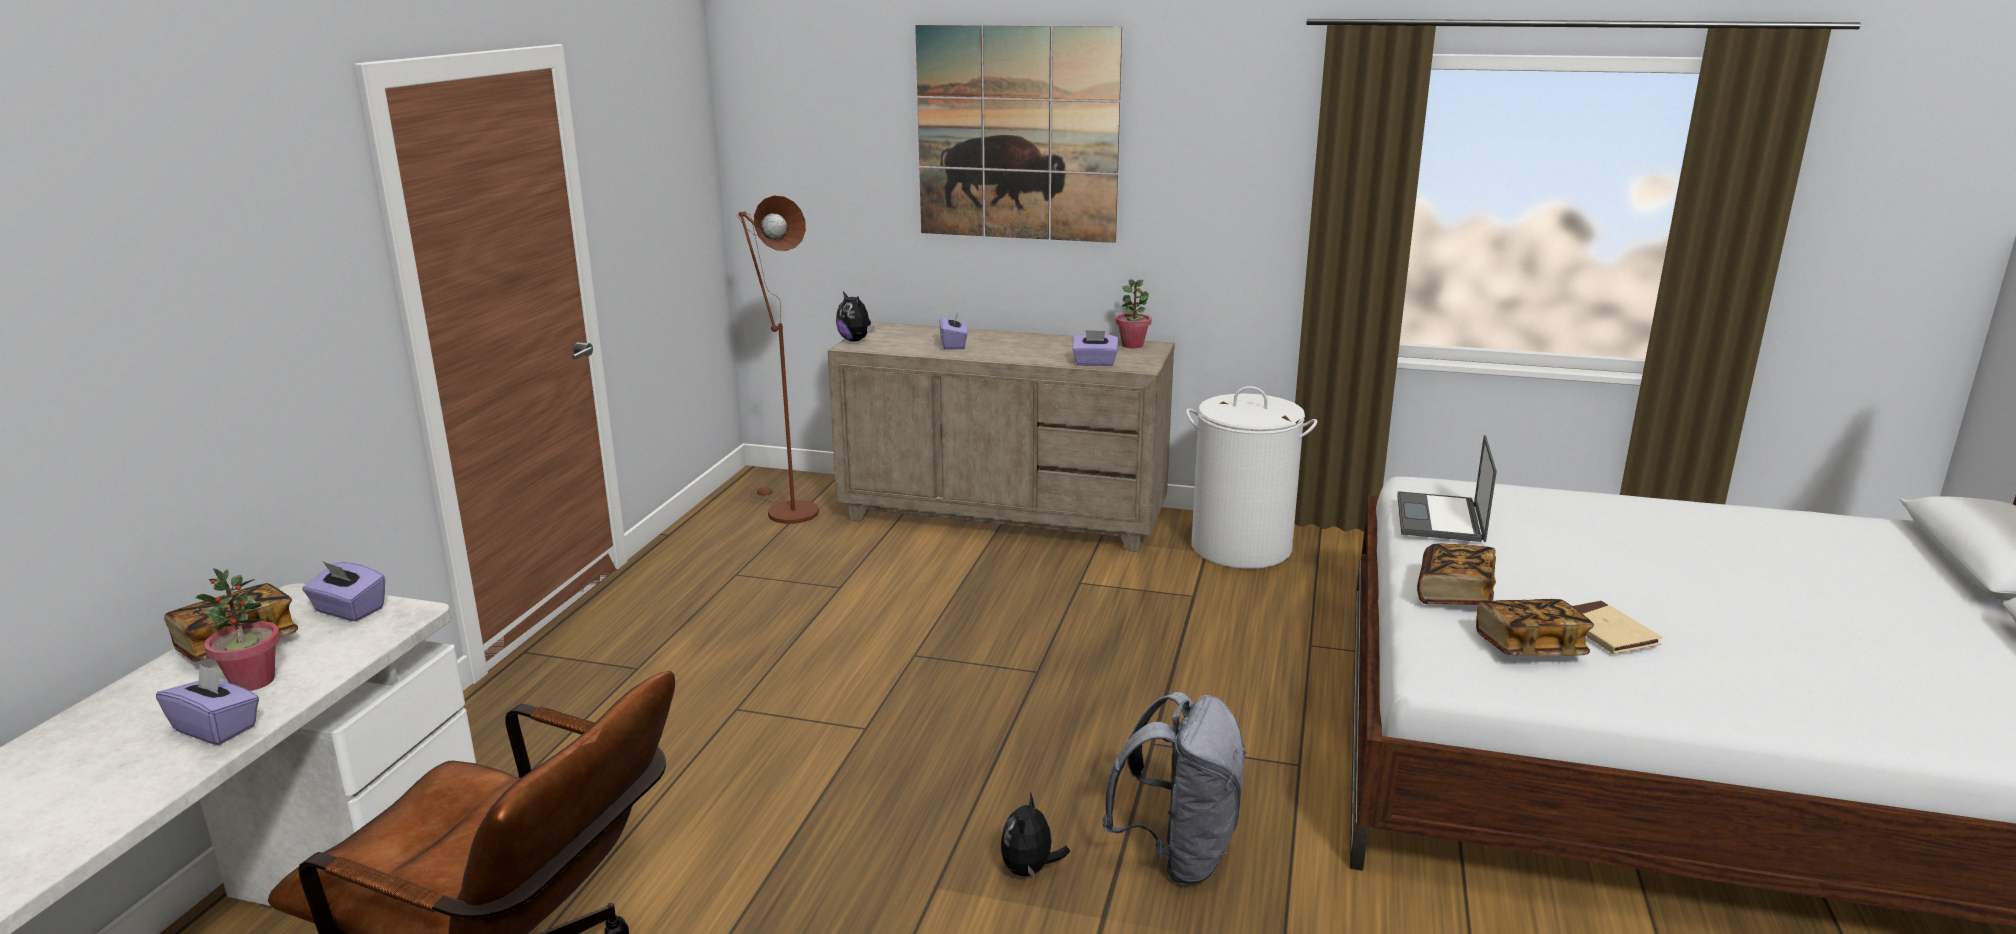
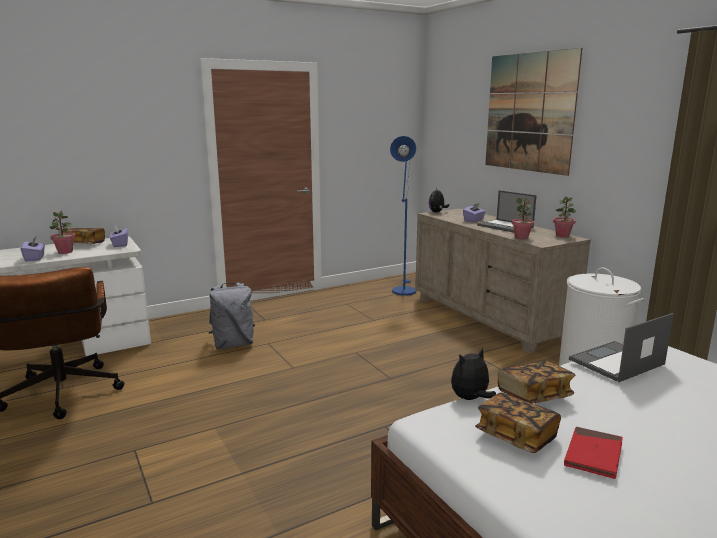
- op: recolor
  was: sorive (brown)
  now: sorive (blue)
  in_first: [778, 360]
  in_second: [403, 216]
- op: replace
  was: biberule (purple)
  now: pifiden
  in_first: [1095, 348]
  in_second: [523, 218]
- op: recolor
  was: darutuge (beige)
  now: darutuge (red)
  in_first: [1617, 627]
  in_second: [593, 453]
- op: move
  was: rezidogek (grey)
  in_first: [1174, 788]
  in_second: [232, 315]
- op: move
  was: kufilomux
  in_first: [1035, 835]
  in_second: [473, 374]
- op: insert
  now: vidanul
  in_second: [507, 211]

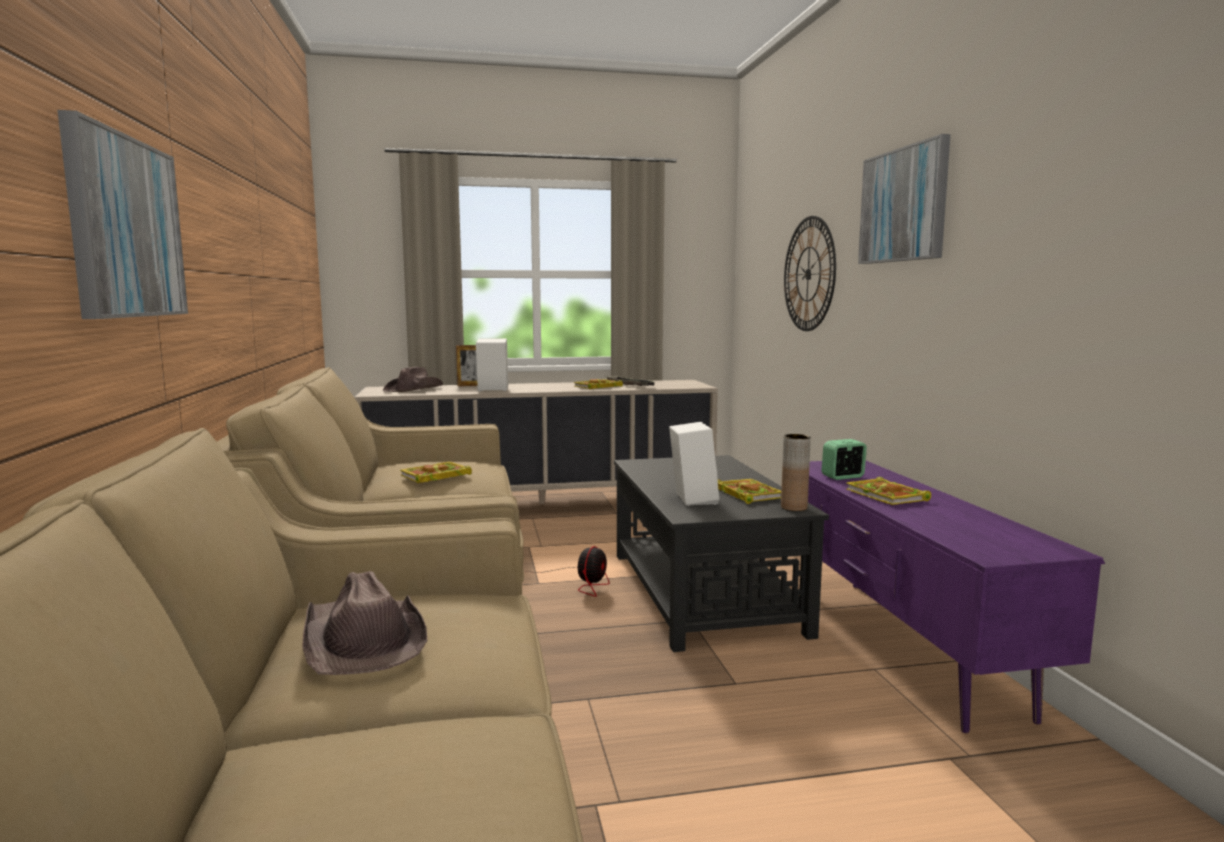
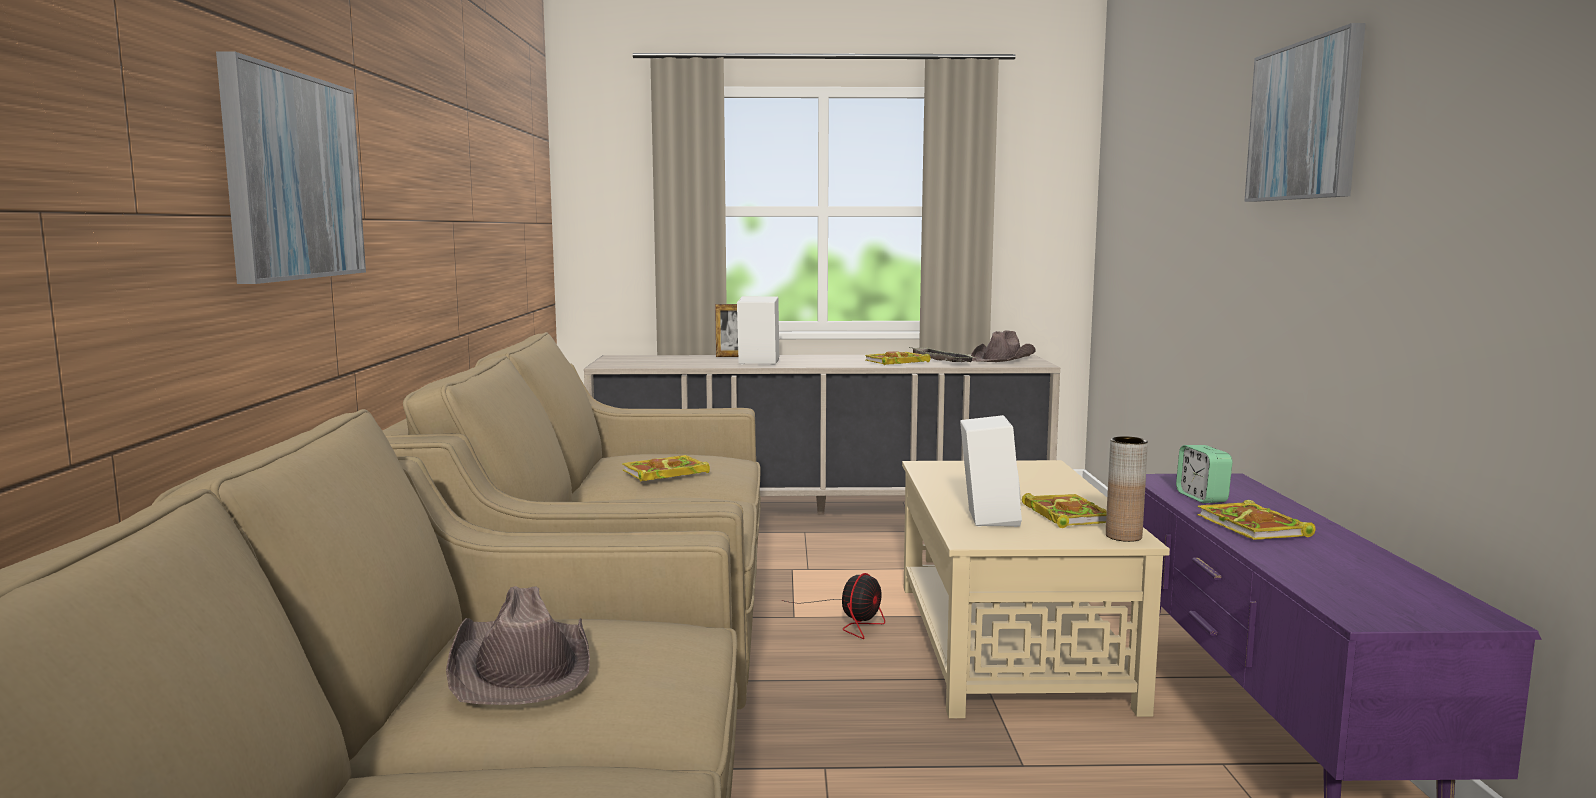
- op: delete
  was: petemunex
  in_first: [810, 273]
- op: move
  was: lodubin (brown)
  in_first: [413, 379]
  in_second: [1003, 346]
- op: rotate
  was: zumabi
  in_first: [844, 459]
  in_second: [1204, 474]
  clockwise: -90
- op: recolor
  was: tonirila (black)
  now: tonirila (beige)
  in_first: [721, 553]
  in_second: [1036, 589]

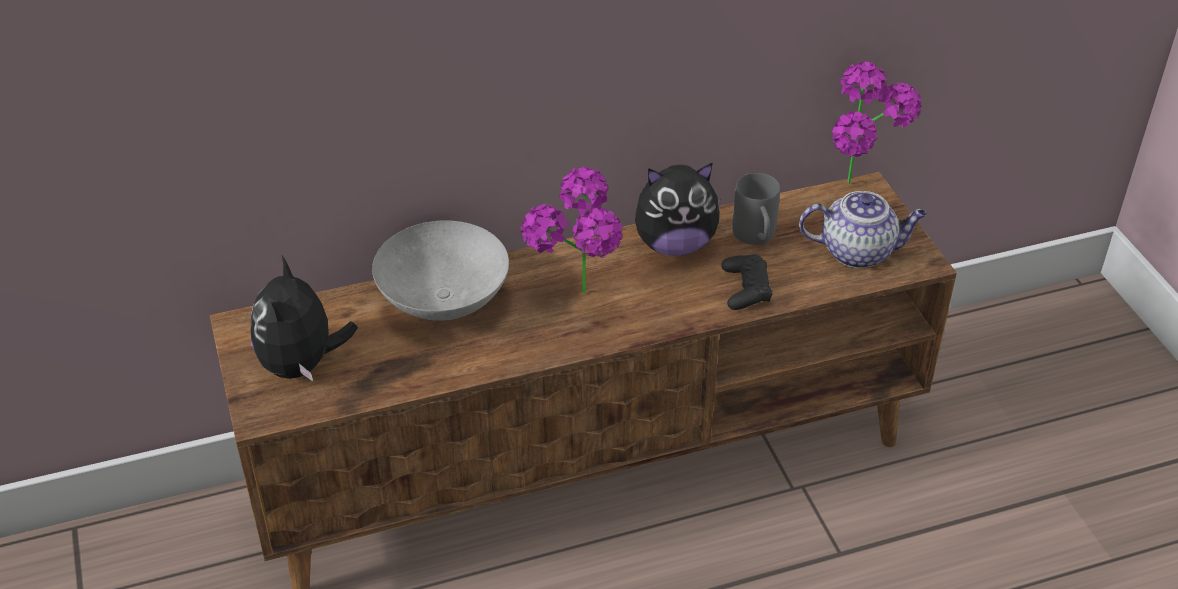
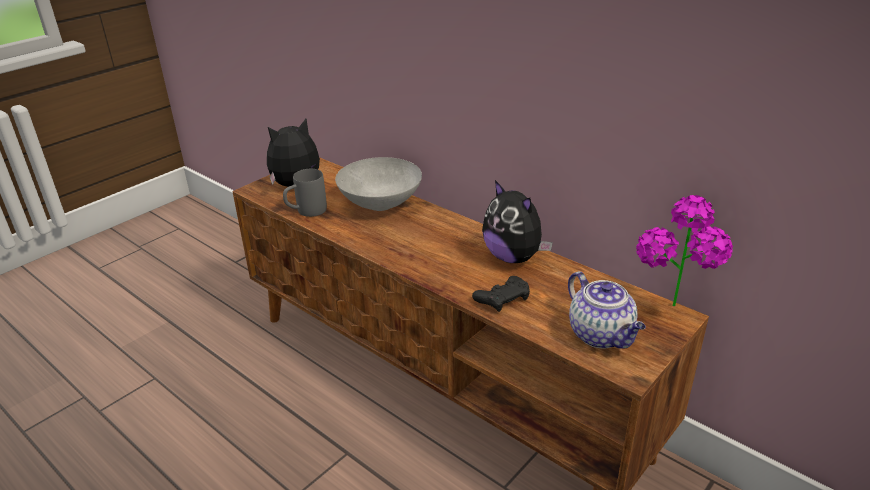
- op: delete
  was: pifiden
  in_first: [572, 230]
- op: move
  was: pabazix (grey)
  in_first: [756, 209]
  in_second: [305, 193]

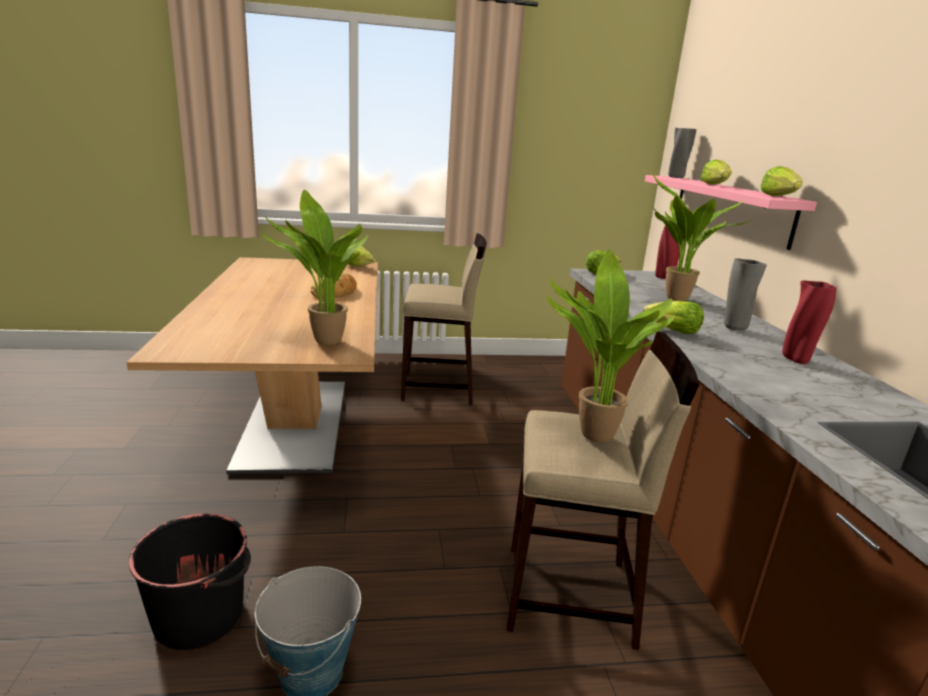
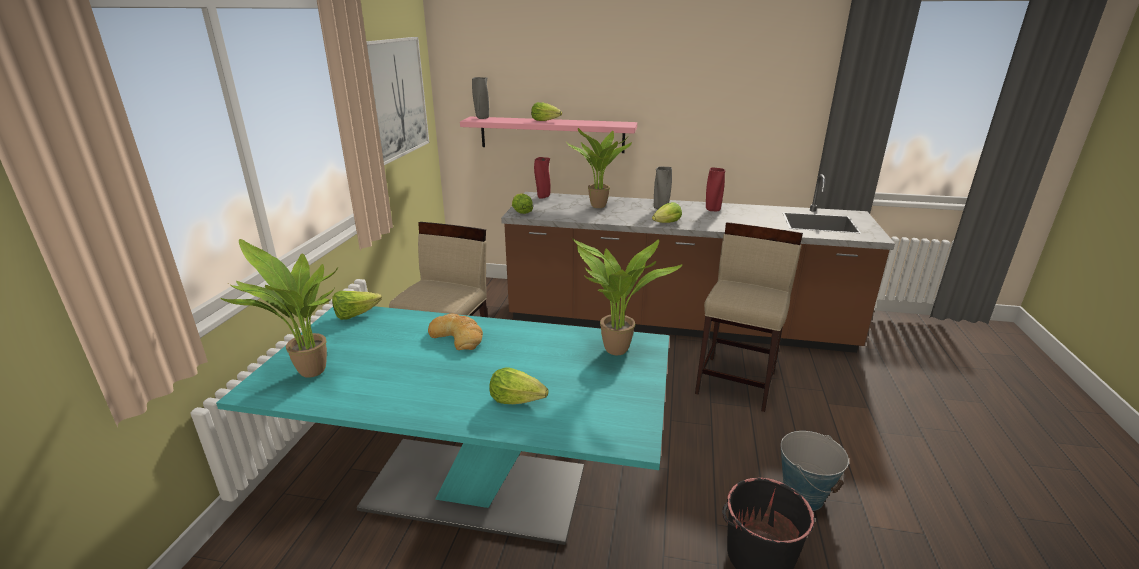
- op: move
  was: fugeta
  in_first: [782, 181]
  in_second: [519, 385]
- op: move
  was: pifiden
  in_first: [611, 346]
  in_second: [279, 308]
- op: recolor
  was: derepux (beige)
  now: derepux (turquoise)
  in_first: [252, 366]
  in_second: [442, 425]
- op: insert
  now: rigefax
  in_second: [397, 101]

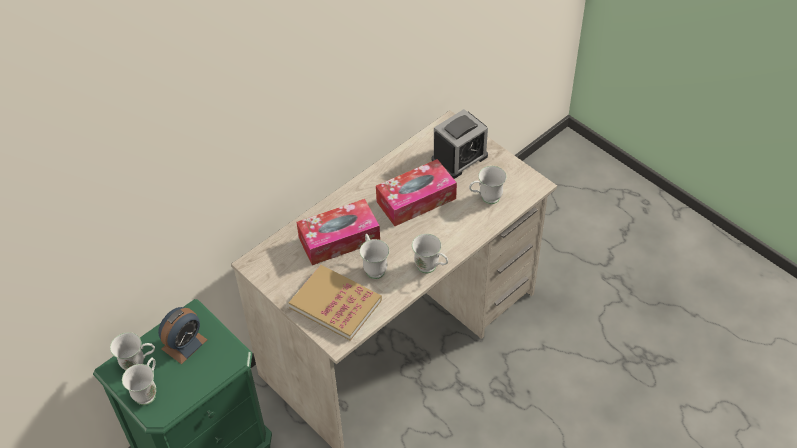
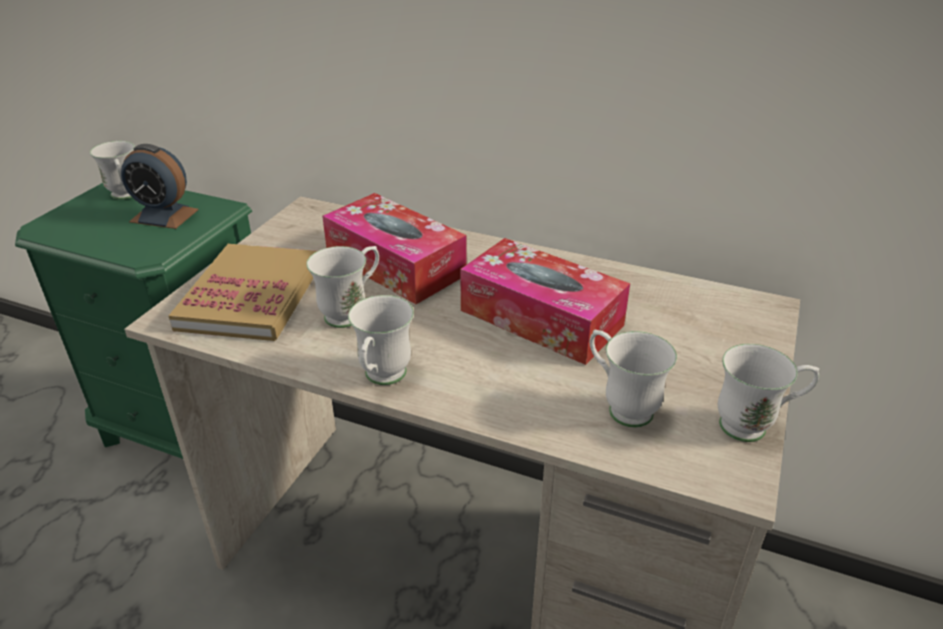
- op: delete
  was: zumabi
  in_first: [460, 144]
- op: move
  was: pabazix (white)
  in_first: [139, 381]
  in_second: [768, 393]

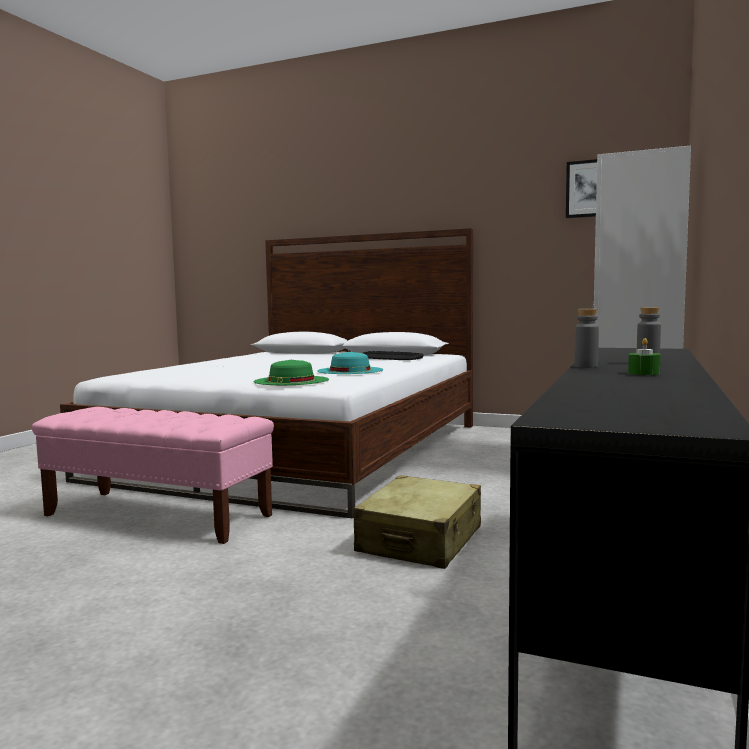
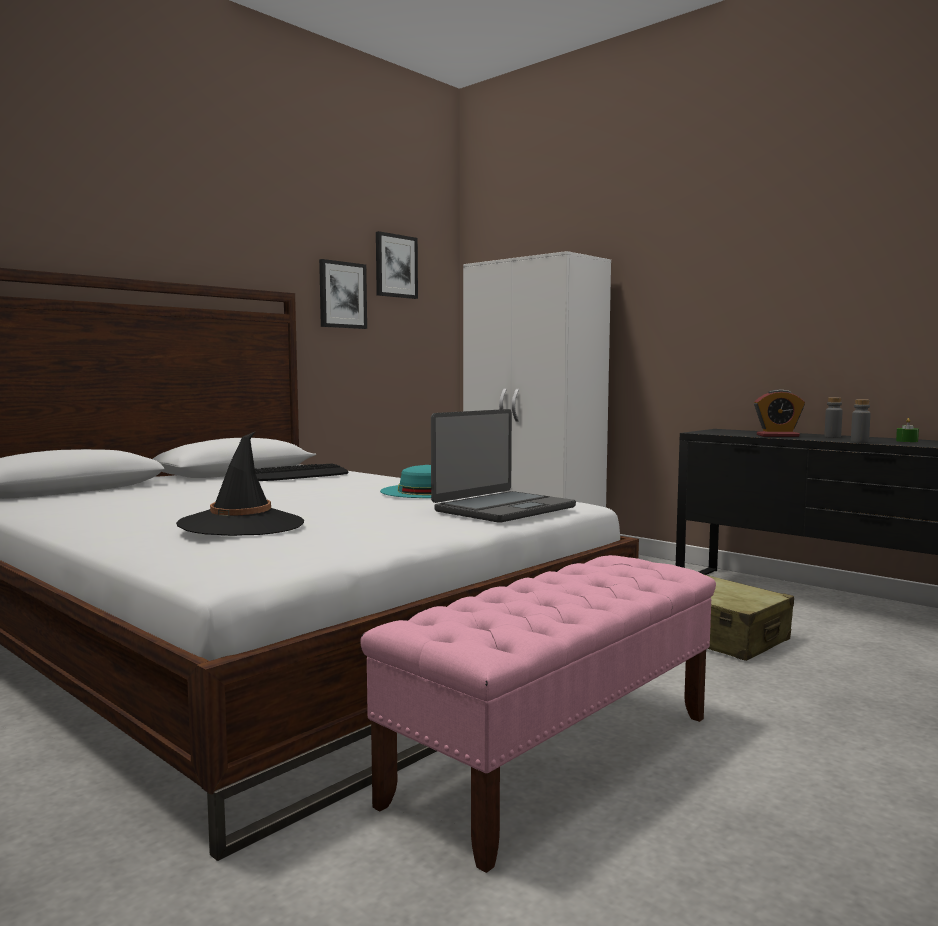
- op: replace
  was: lodubin (green)
  now: vidanul
  in_first: [291, 372]
  in_second: [503, 466]
- op: insert
  now: rigefax
  in_second: [343, 294]
- op: insert
  now: zumabi
  in_second: [779, 413]
- op: insert
  now: lodubin (black)
  in_second: [240, 483]

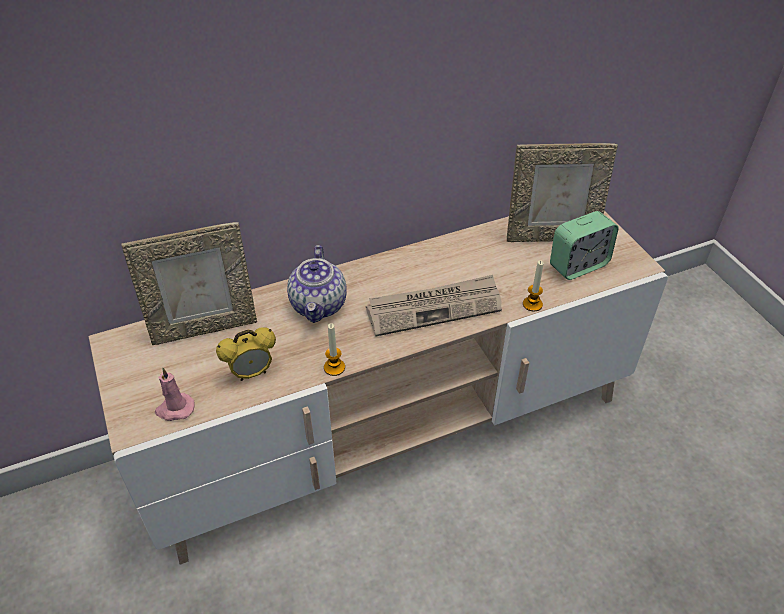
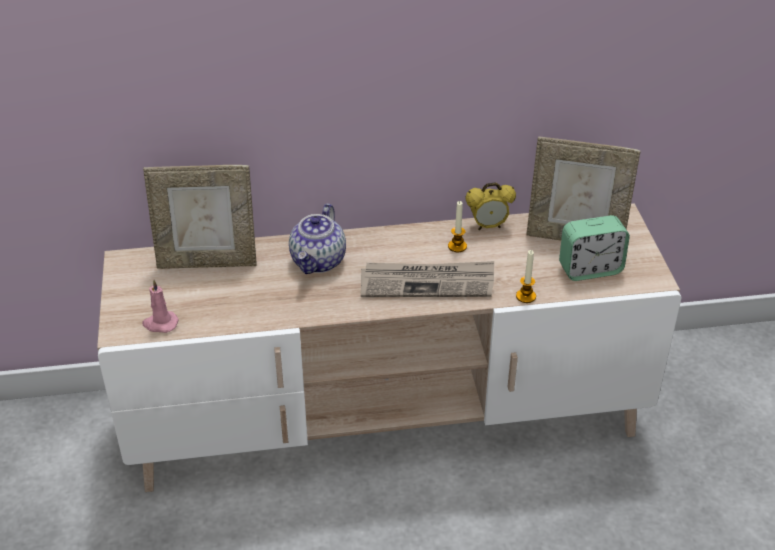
- op: move
  was: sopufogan
  in_first: [334, 349]
  in_second: [457, 226]
- op: move
  was: zumabi
  in_first: [246, 354]
  in_second: [490, 206]

